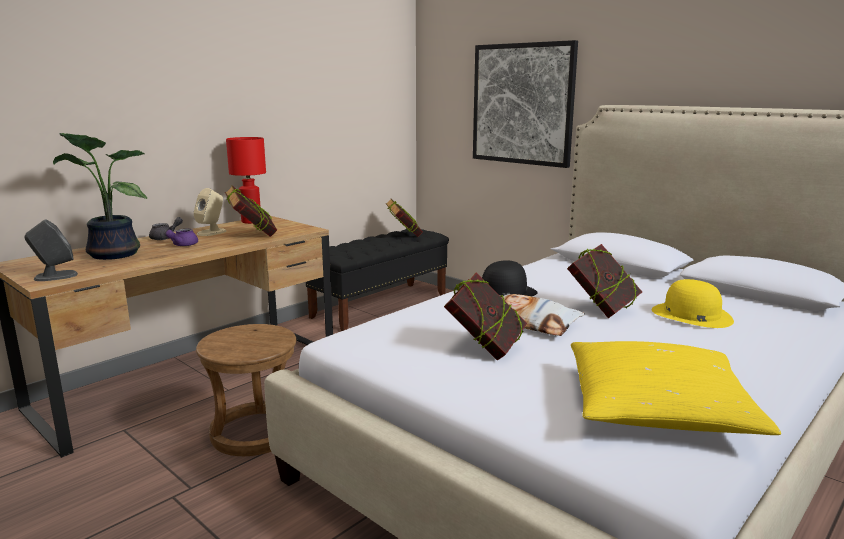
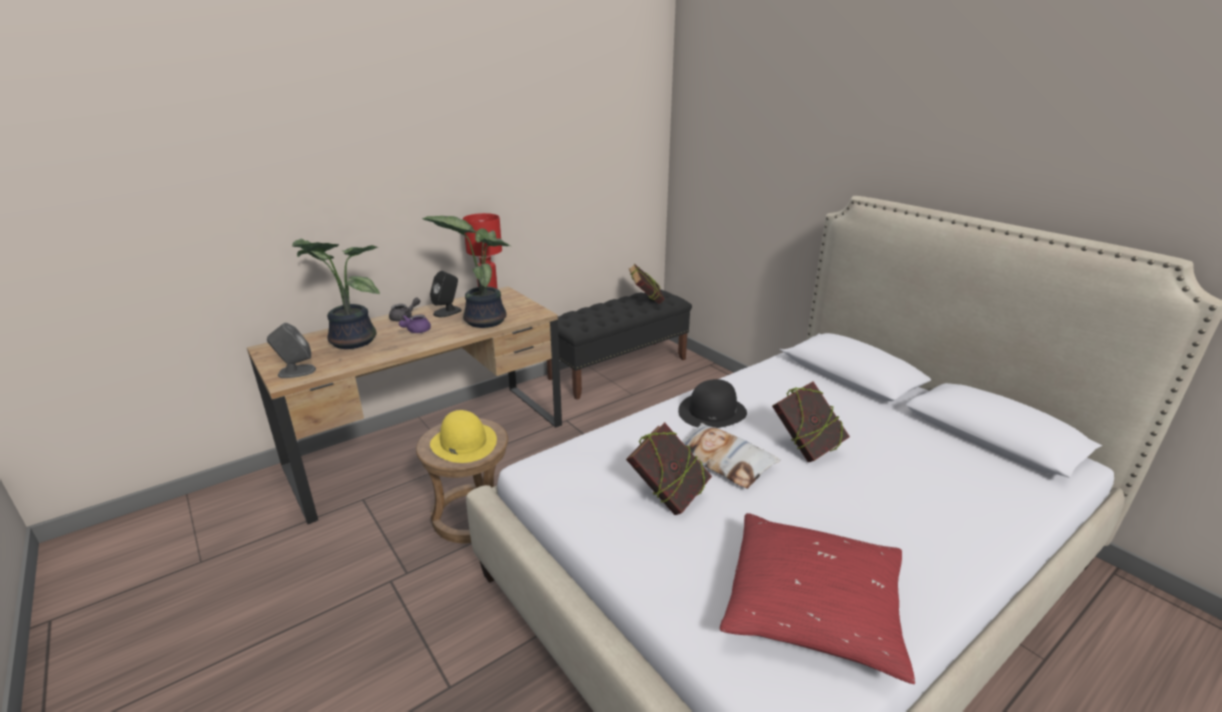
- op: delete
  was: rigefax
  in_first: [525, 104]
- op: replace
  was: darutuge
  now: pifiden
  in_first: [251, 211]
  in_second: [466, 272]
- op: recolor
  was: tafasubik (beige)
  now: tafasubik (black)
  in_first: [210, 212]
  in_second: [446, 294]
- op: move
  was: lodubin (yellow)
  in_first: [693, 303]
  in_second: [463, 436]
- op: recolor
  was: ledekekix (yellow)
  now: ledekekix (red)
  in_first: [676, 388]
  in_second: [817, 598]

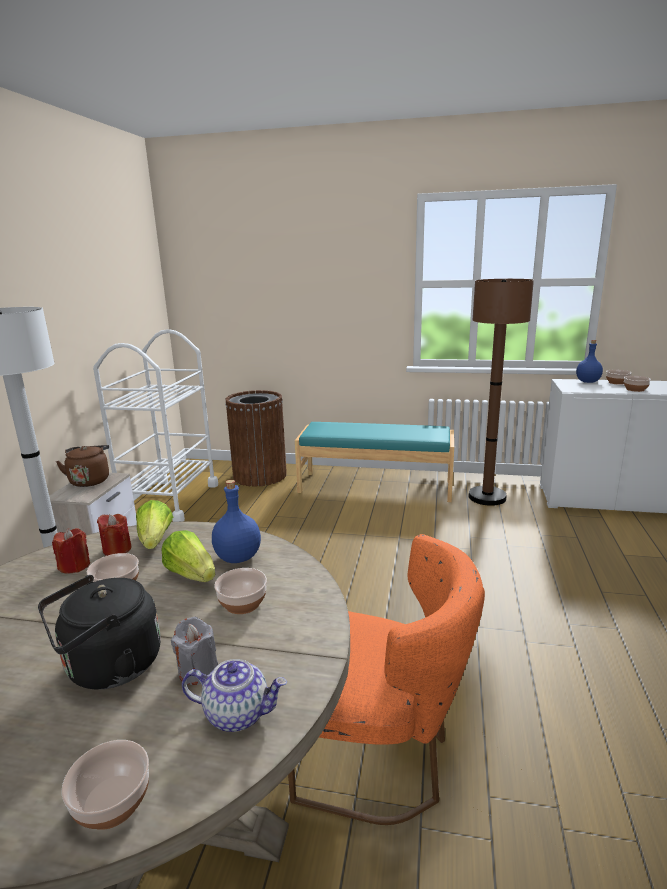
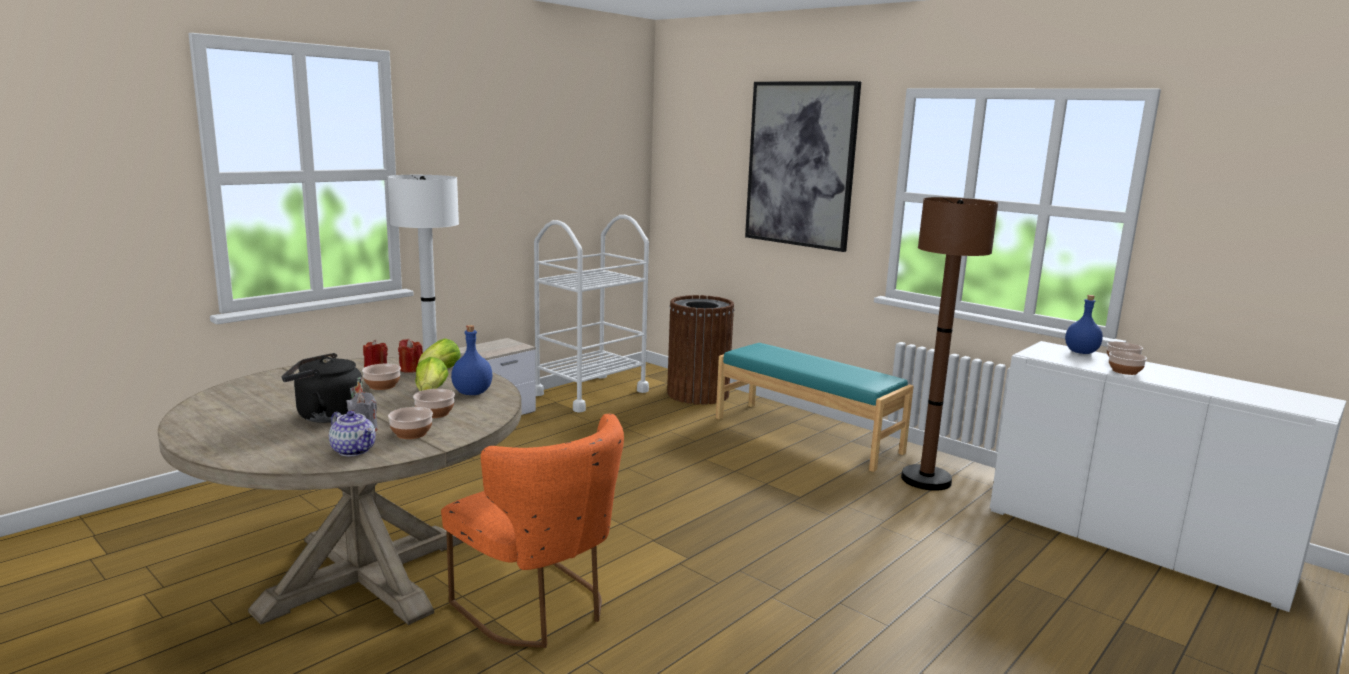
- op: delete
  was: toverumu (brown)
  in_first: [82, 466]
- op: move
  was: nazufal
  in_first: [105, 785]
  in_second: [410, 423]
- op: insert
  now: rigefax
  in_second: [803, 166]

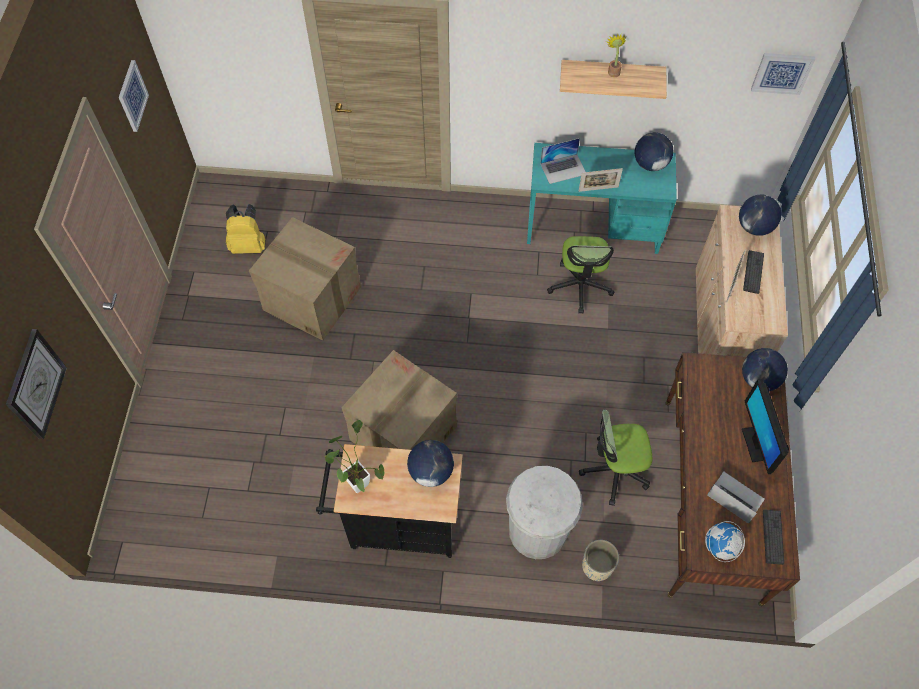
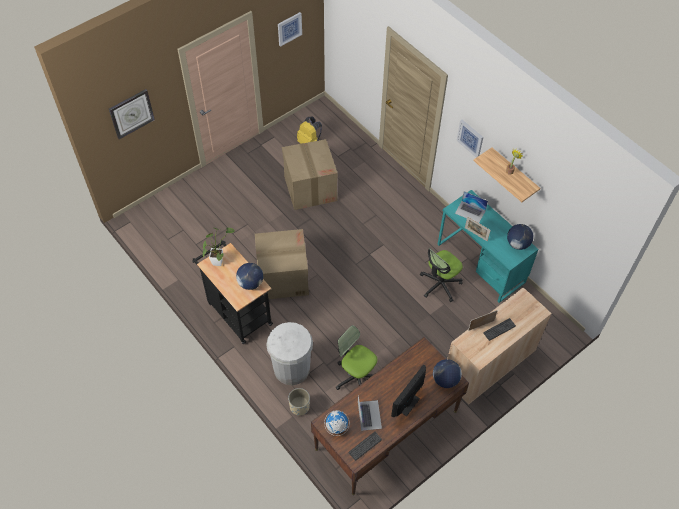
- op: move
  was: rigefax
  in_first: [783, 74]
  in_second: [470, 138]
- op: delete
  was: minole
  in_first: [760, 215]

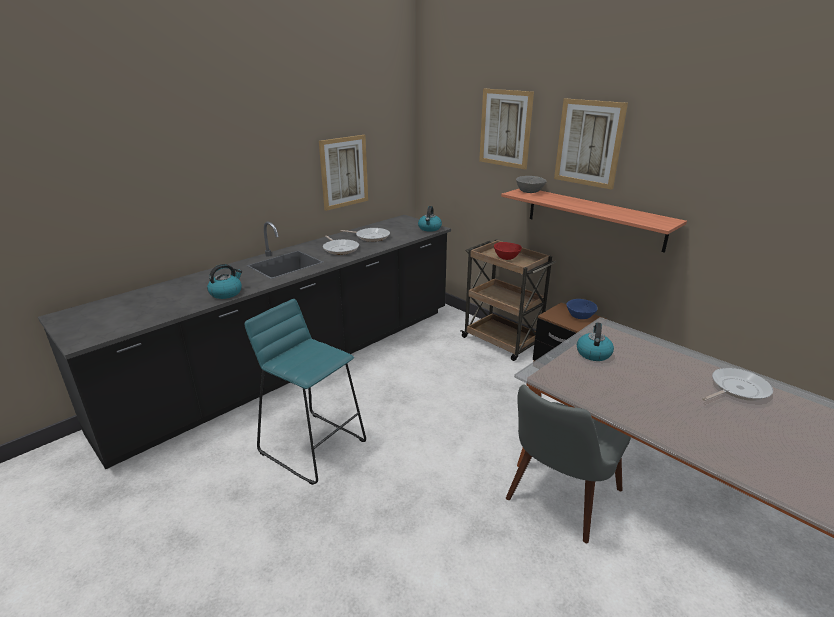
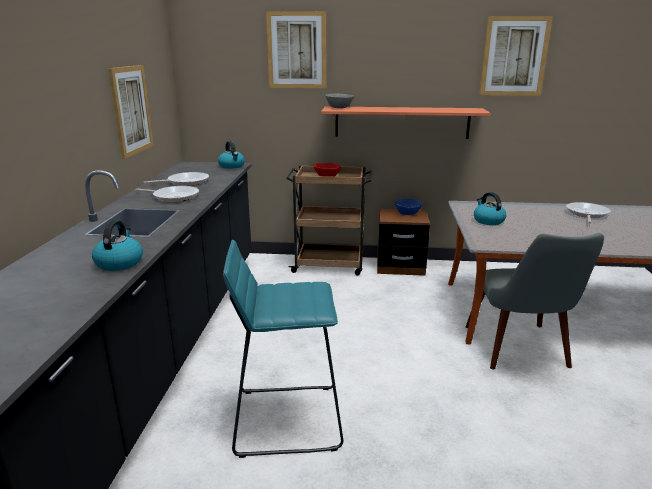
- op: move
  was: rigefax
  in_first: [591, 144]
  in_second: [516, 56]

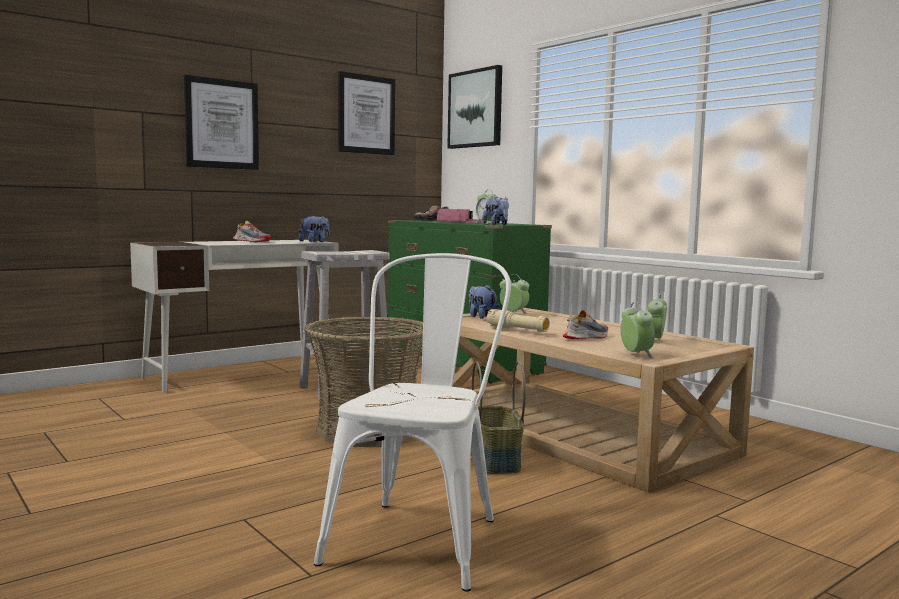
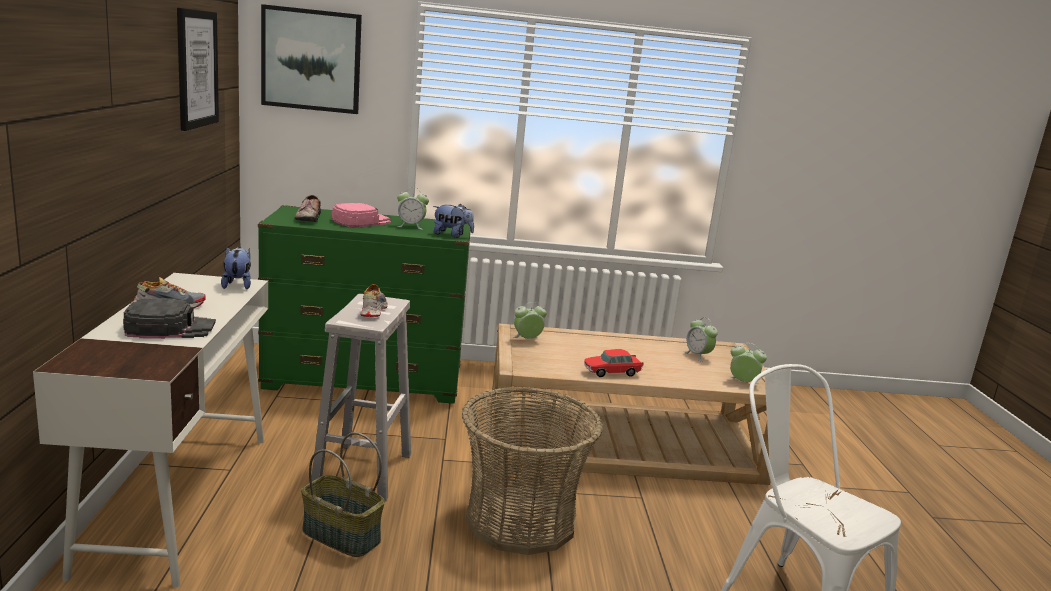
- op: delete
  was: rigefax
  in_first: [221, 122]
- op: delete
  was: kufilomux
  in_first: [484, 302]
- op: replace
  was: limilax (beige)
  now: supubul
  in_first: [518, 320]
  in_second: [614, 363]
- op: move
  was: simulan
  in_first: [585, 325]
  in_second: [374, 300]
- op: move
  was: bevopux
  in_first: [499, 417]
  in_second: [343, 494]
- op: insert
  now: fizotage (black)
  in_second: [169, 318]

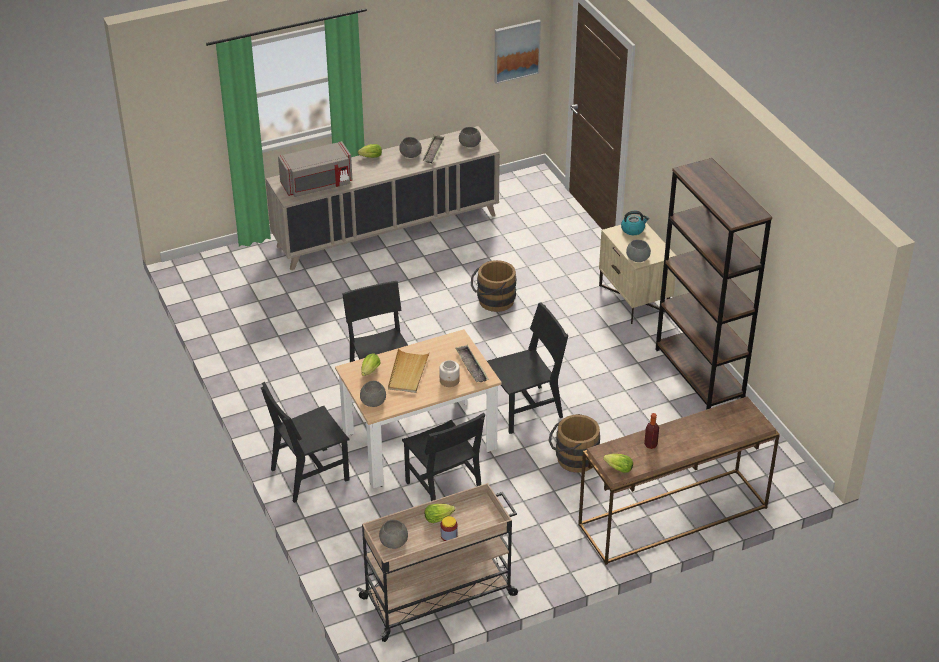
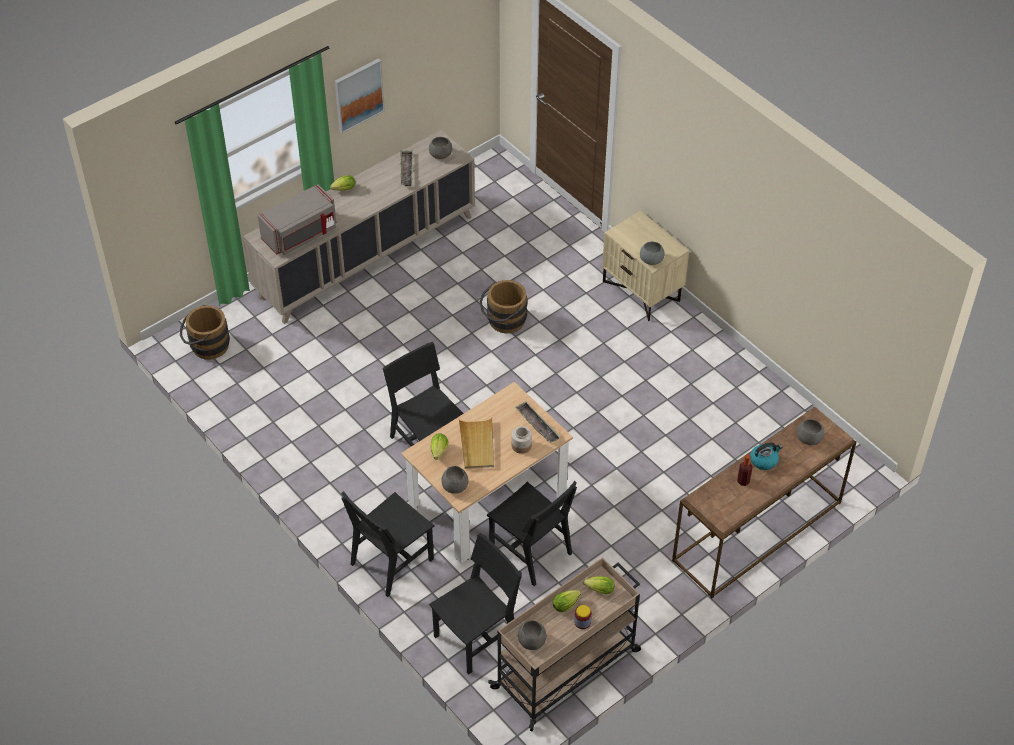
- op: move
  was: rigefax
  in_first: [517, 52]
  in_second: [360, 95]
- op: move
  was: nazufal (grey)
  in_first: [410, 147]
  in_second: [810, 432]
- op: delete
  was: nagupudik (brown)
  in_first: [713, 284]
- op: move
  was: toverumu
  in_first: [635, 223]
  in_second: [766, 456]
- op: move
  was: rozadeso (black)
  in_first: [527, 368]
  in_second: [475, 604]
- op: move
  was: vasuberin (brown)
  in_first: [574, 443]
  in_second: [205, 332]
- op: move
  was: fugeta
  in_first: [618, 463]
  in_second: [599, 585]

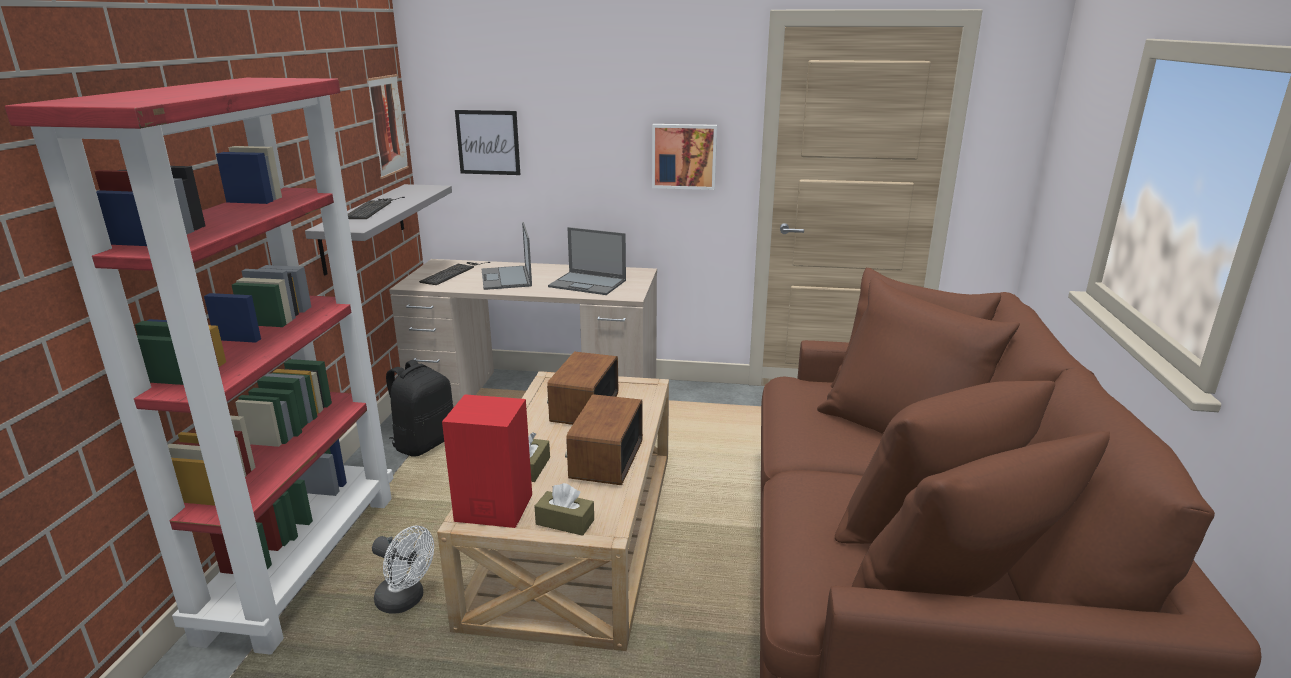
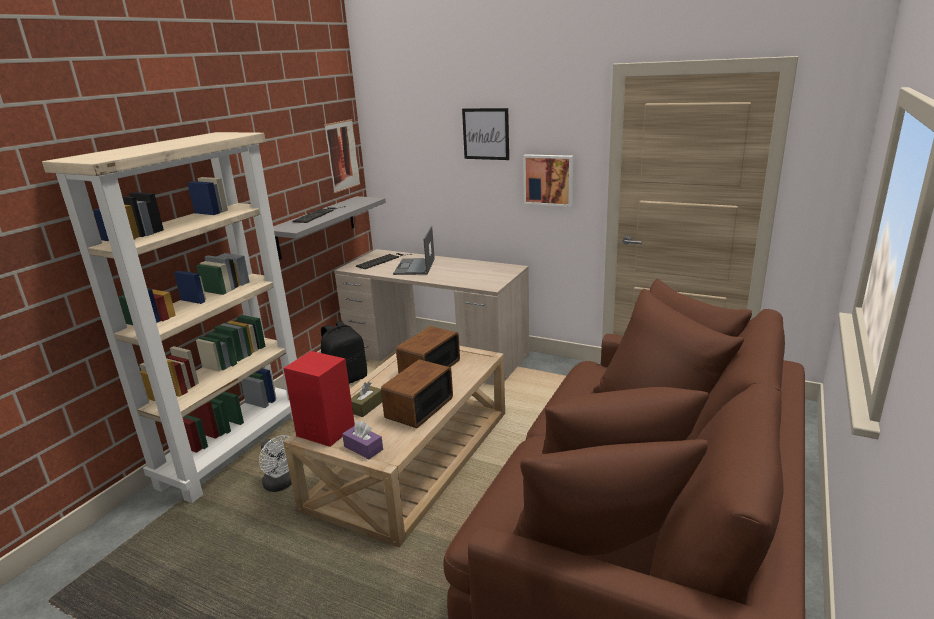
- op: recolor
  was: nagupudik (red)
  now: nagupudik (beige)
  in_first: [199, 366]
  in_second: [169, 317]
- op: move
  was: rigefax
  in_first: [487, 142]
  in_second: [485, 134]
- op: delete
  was: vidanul
  in_first: [587, 261]
- op: recolor
  was: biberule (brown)
  now: biberule (purple)
  in_first: [564, 509]
  in_second: [362, 440]

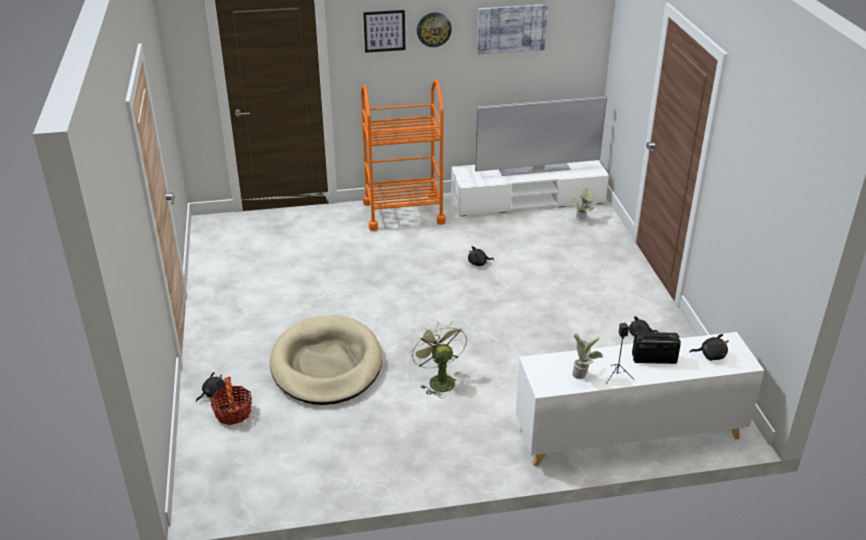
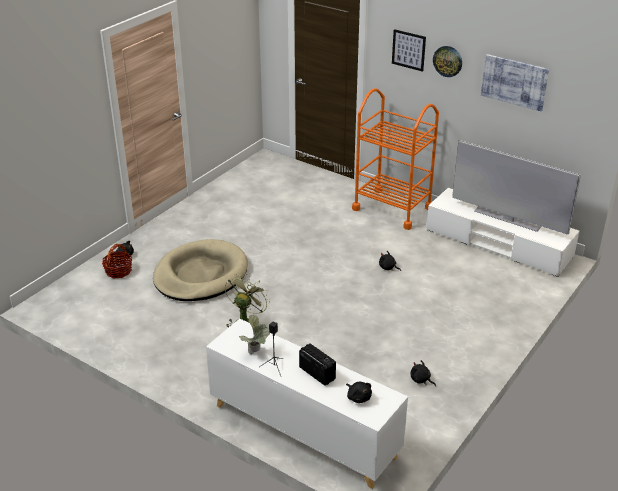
- op: delete
  was: pifiden
  in_first: [582, 203]

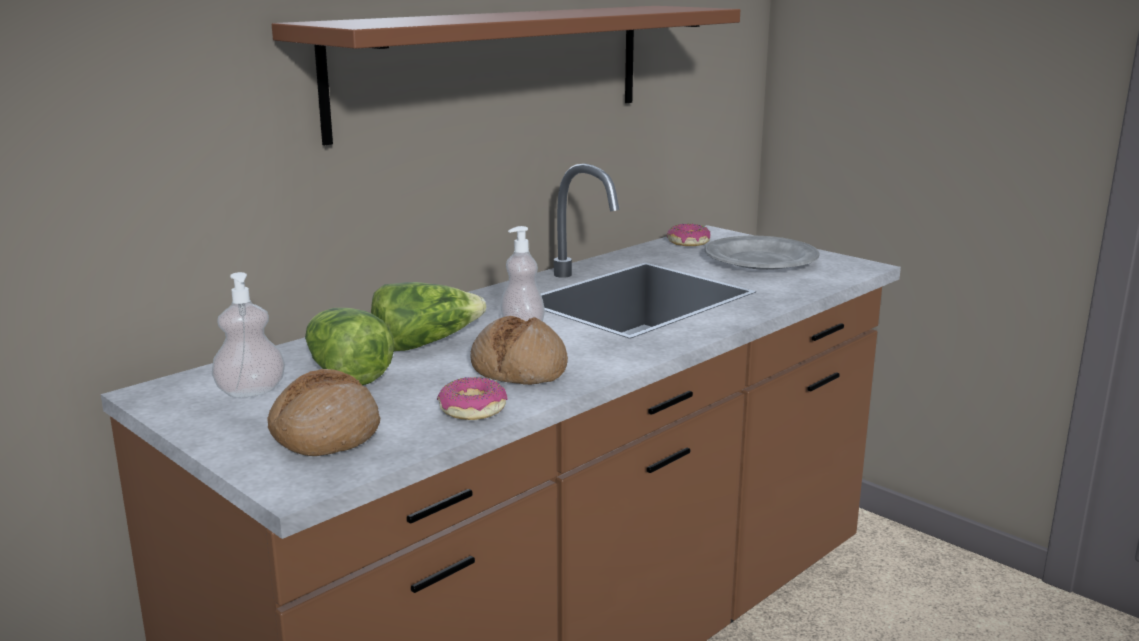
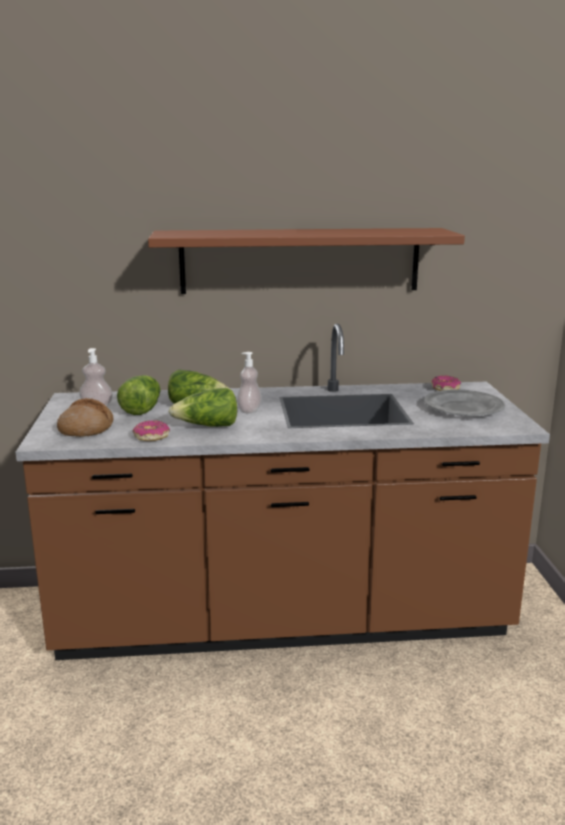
- op: replace
  was: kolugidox
  now: fugeta
  in_first: [519, 350]
  in_second: [203, 407]

